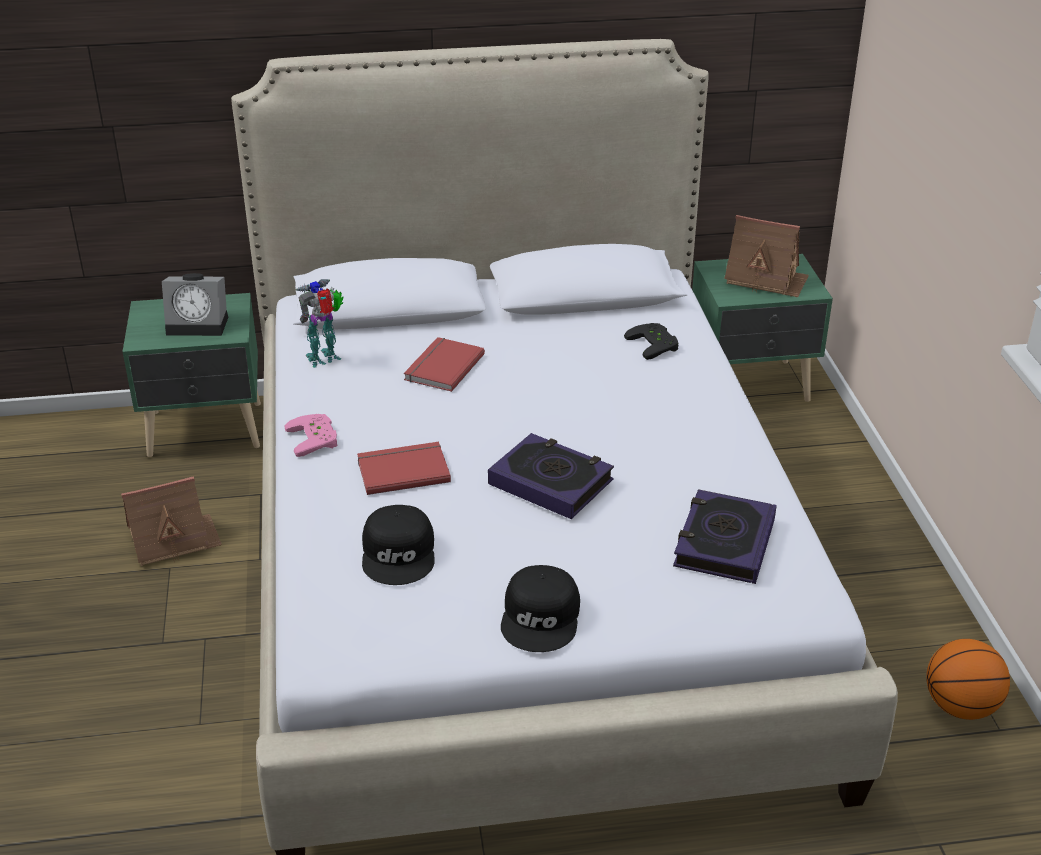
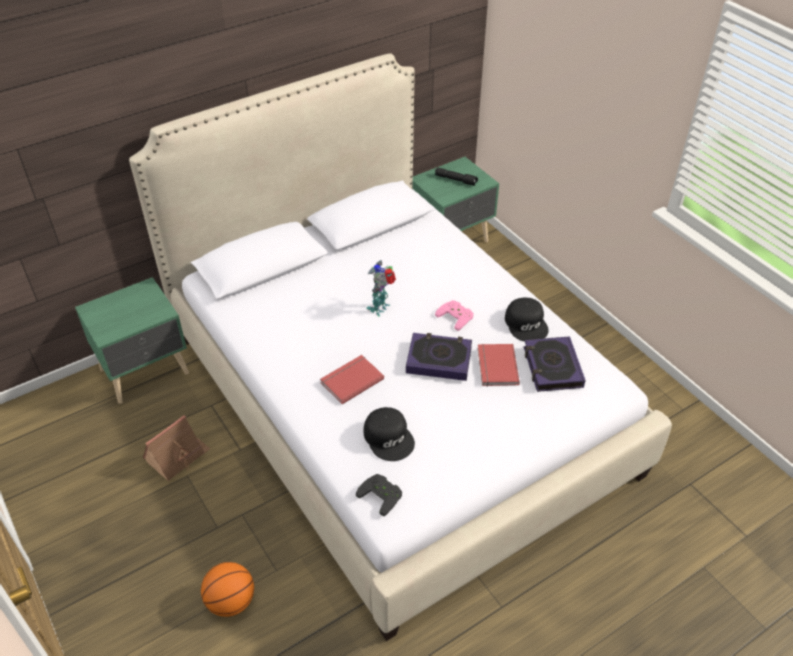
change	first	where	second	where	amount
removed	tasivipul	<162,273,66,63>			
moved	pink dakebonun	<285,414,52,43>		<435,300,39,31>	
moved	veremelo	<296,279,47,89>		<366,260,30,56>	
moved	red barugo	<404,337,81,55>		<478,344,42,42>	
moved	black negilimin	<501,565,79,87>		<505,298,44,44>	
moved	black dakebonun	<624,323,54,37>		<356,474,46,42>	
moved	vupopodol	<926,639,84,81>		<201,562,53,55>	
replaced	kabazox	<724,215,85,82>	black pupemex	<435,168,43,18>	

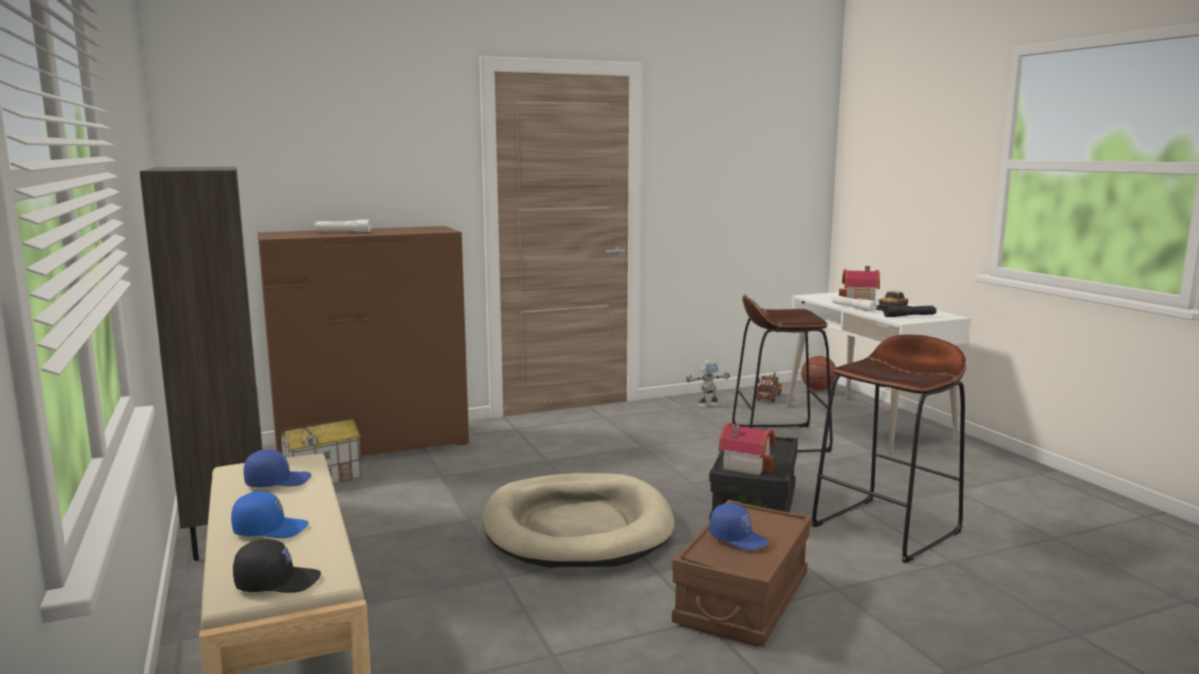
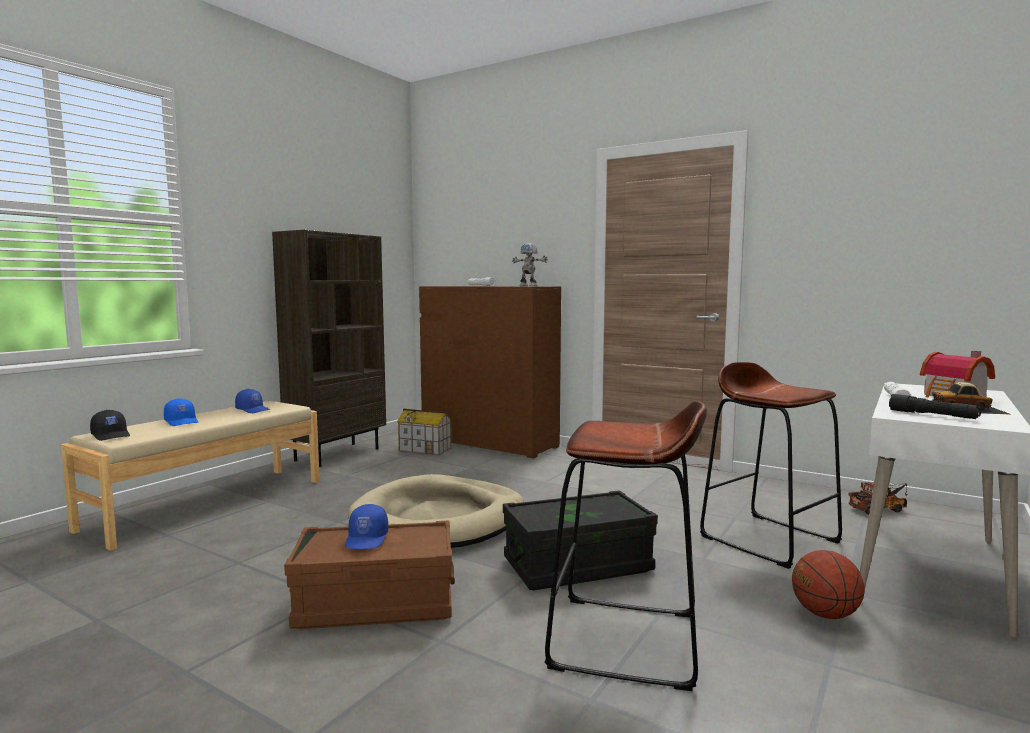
change	first	where	second	where	amount
removed	kabazox	<718,423,57,52>			
moved	veremelo	<686,360,44,48>		<512,243,36,43>	
moved	vupopodol	<801,356,35,35>		<792,550,73,69>	

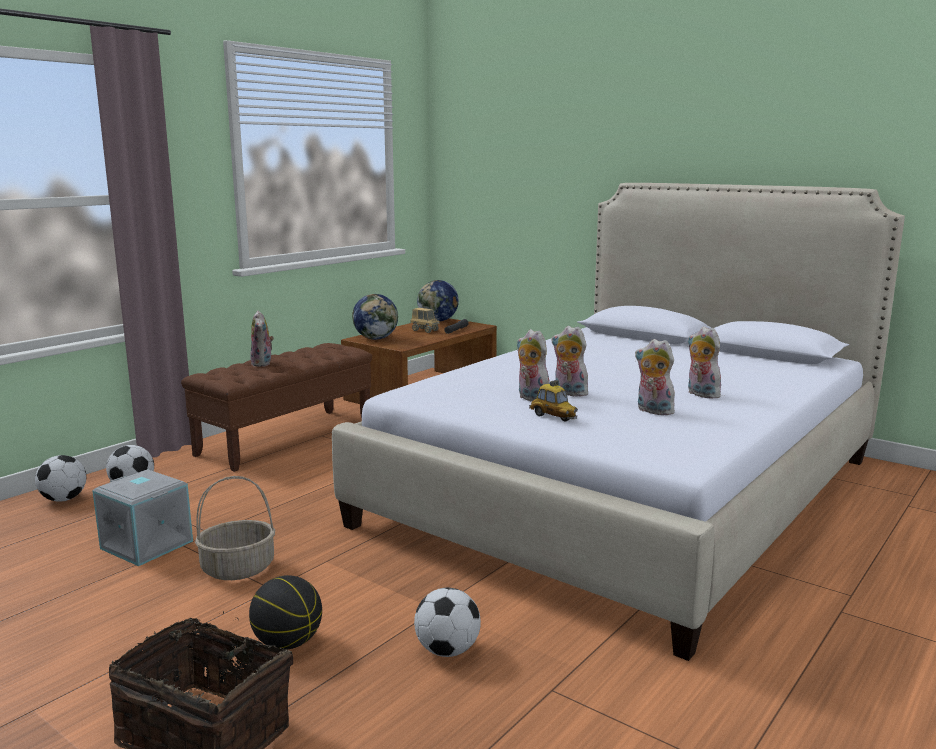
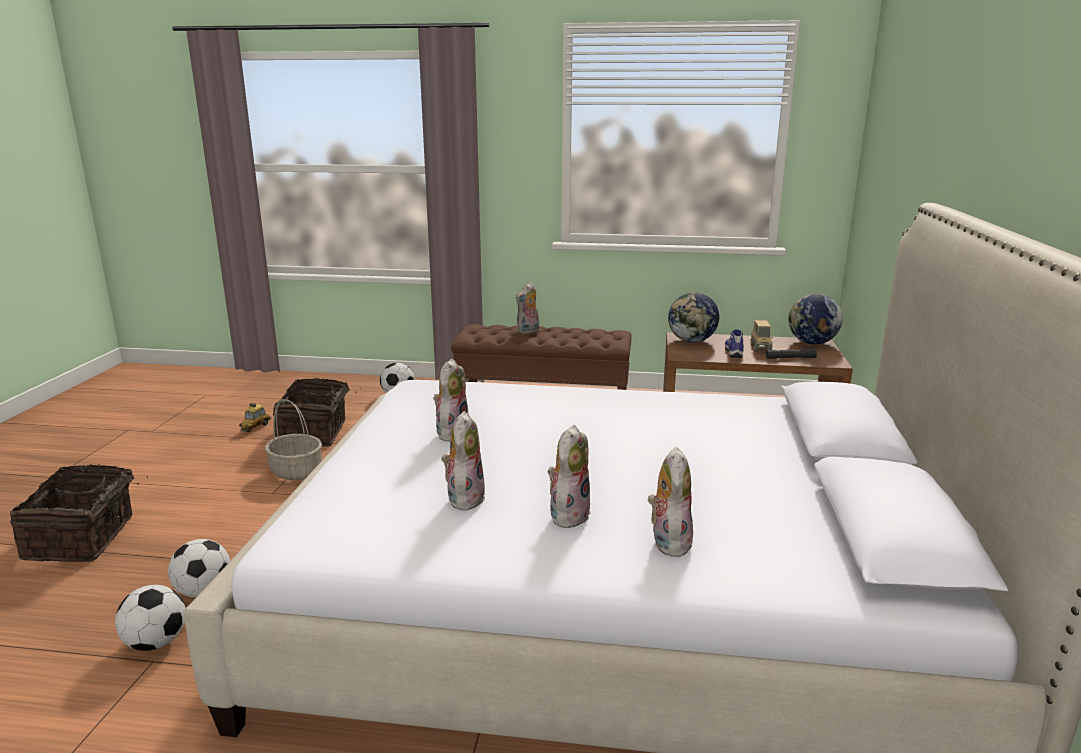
change	first	where	second	where	amount
removed	vupopodol	<249,575,73,75>			
added			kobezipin	<725,329,19,29>	
moved	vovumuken	<35,455,51,47>		<115,585,70,66>	
moved	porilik	<529,380,49,41>		<239,403,32,29>	
moved	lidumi	<551,326,37,71>		<648,447,45,110>	
replaced	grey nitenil	<92,469,101,97>	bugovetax	<273,378,88,69>	

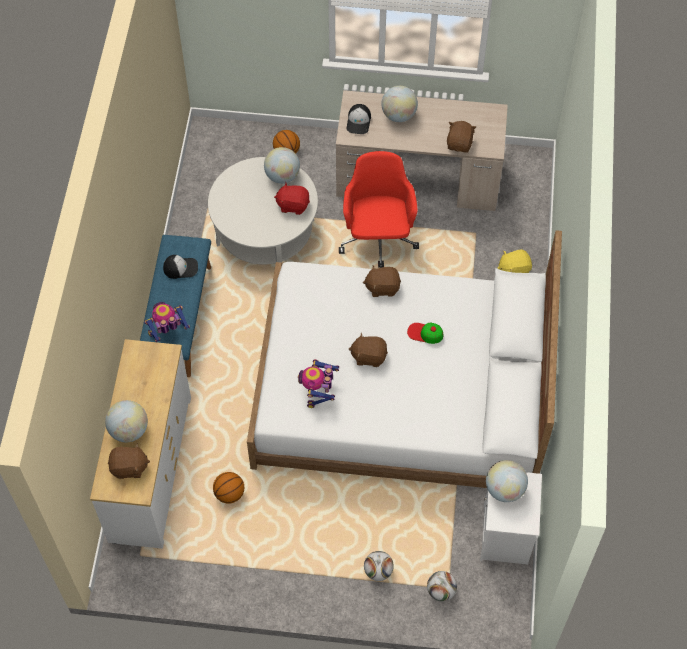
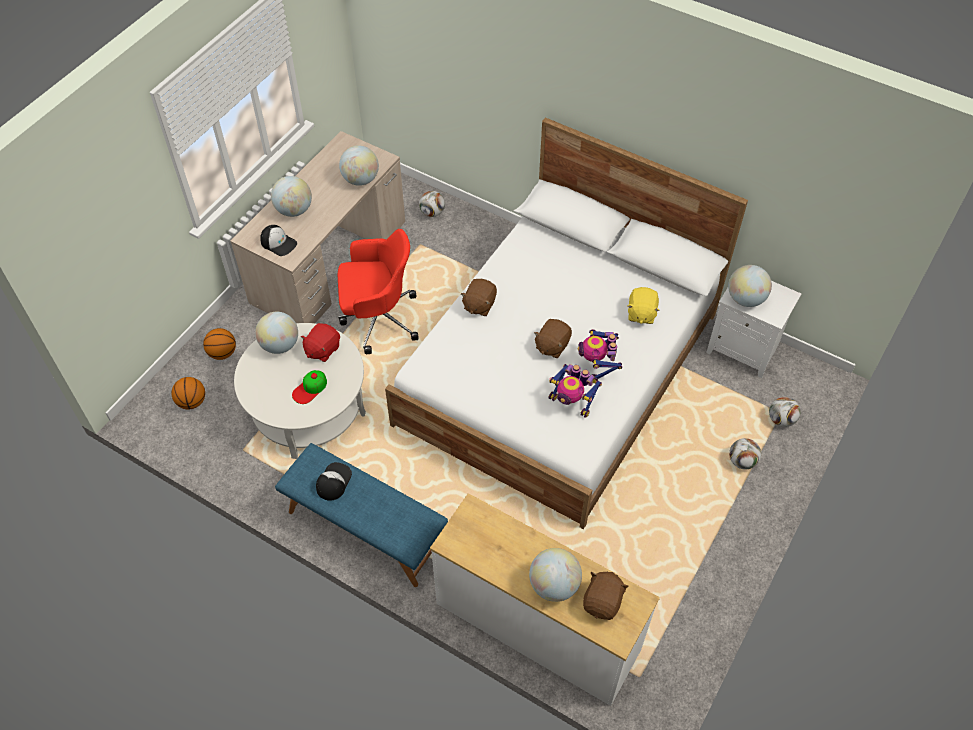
change	first	where	second	where	amount
added			vovumuken	<419,191,26,26>	
moved	veremelo	<144,302,46,40>		<577,329,45,54>	
moved	vupopodol	<213,472,31,32>		<172,377,33,33>	
moved	negilimin	<407,323,36,21>		<292,370,35,34>	
moved	yellow lidumi	<498,249,34,24>		<627,287,33,37>	
replaced	brown lidumi	<447,121,29,32>	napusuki	<339,145,40,41>	
turned	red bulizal	<339,151,80,117>		<338,229,81,125>	150 degrees clockwise

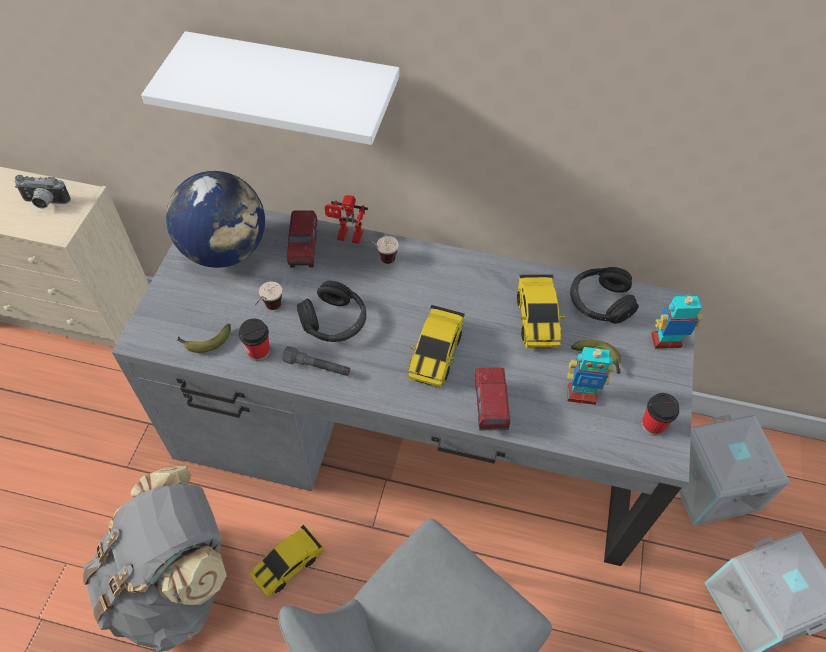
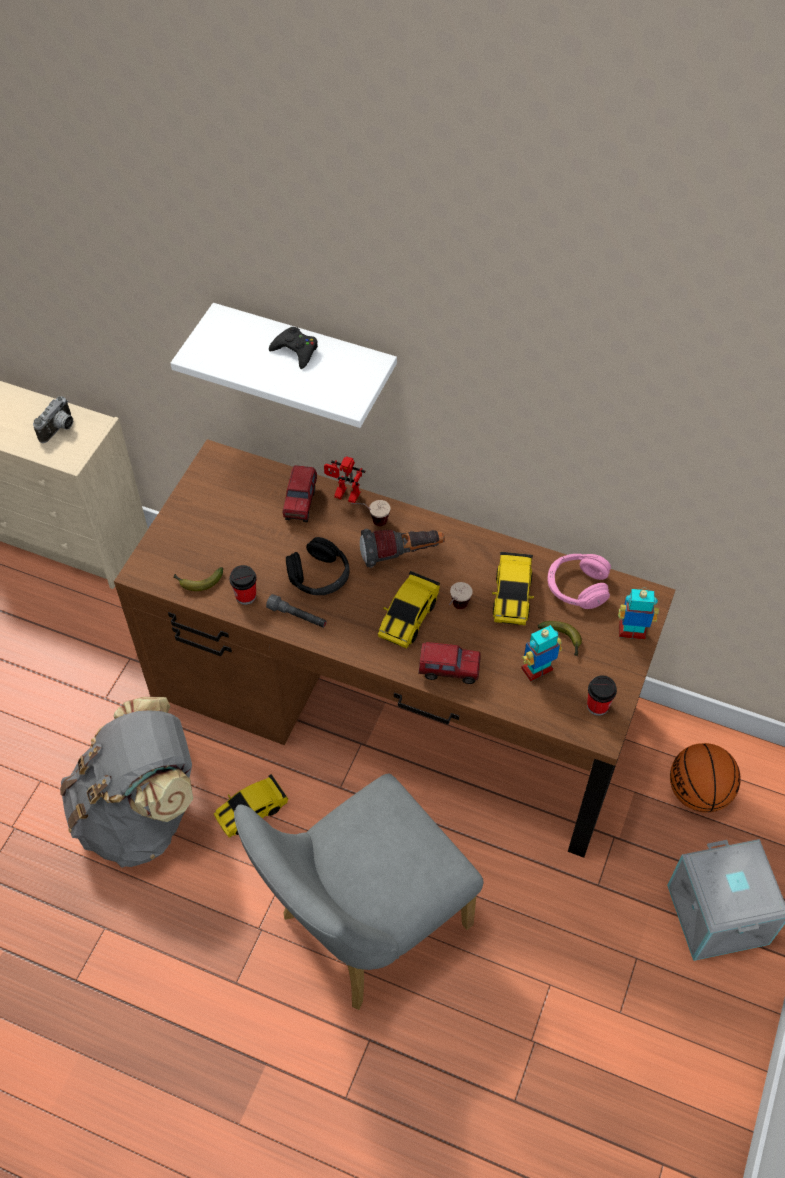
change	first	where	second	where	amount
removed	napusuki	<166,171,99,97>			
added			black dakebonun	<269,327,49,42>	
added			pupemex	<360,529,85,39>	
moved	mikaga	<255,282,27,28>		<449,582,24,27>	
replaced	grey nitenil	<679,414,111,112>	vupopodol	<670,743,71,70>	
recoloured	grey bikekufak	<112,209,583,357>	brown bikekufak	<114,439,561,419>	
recoloured	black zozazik	<570,267,69,57>	pink zozazik	<548,554,63,55>	
turned	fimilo	<15,175,56,34>		<33,396,40,47>	75 degrees counterclockwise
turned	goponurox	<475,368,35,62>		<418,642,62,42>	90 degrees clockwise
turned	veremelo	<567,346,46,59>		<521,625,41,56>	135 degrees clockwise

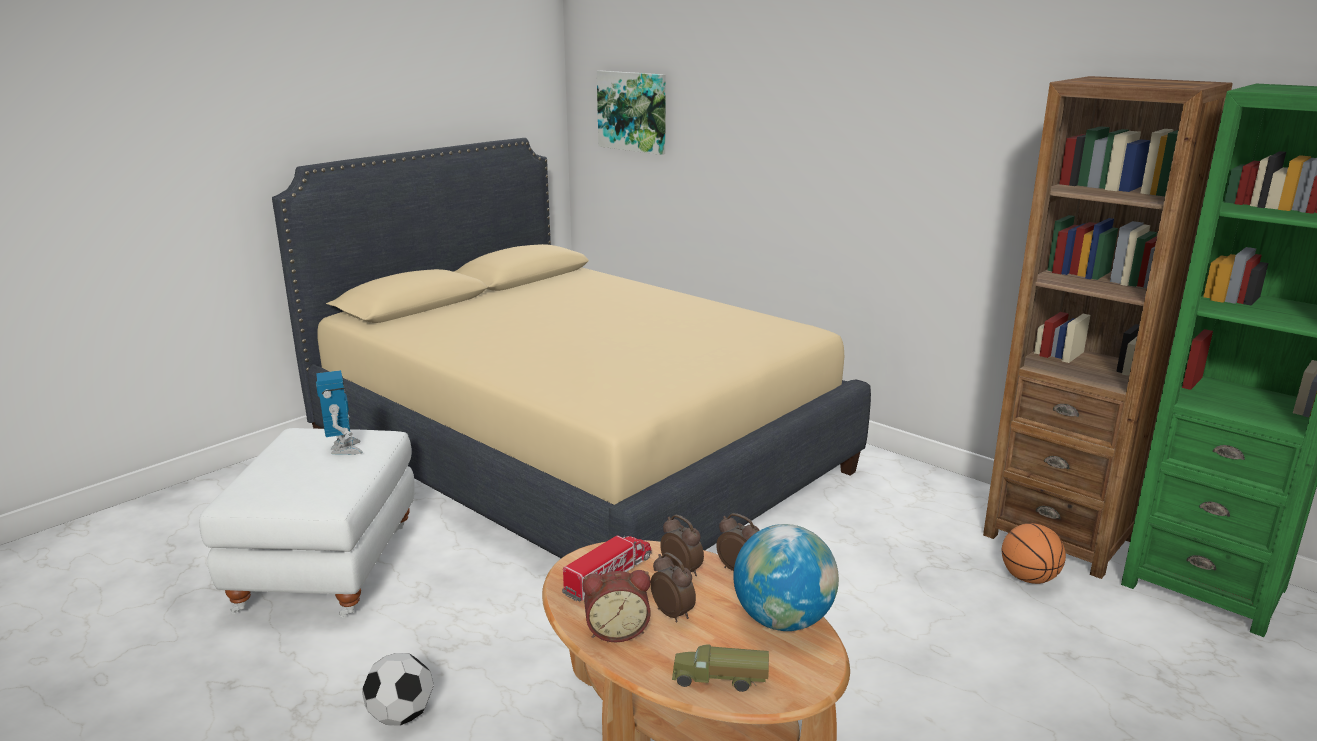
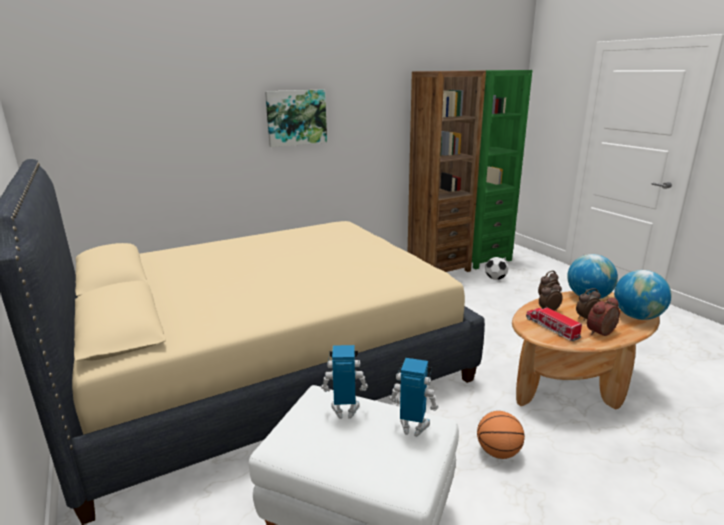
change	first	where	second	where	amount
added			veremelo	<390,358,49,79>	
moved	vovumuken	<362,653,72,73>		<485,257,23,23>	
moved	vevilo	<597,71,69,84>		<265,89,62,58>	
moved	vupopodol	<1002,523,64,61>		<477,411,48,48>	
replaced	goponurox	<672,644,97,48>	napusuki	<614,270,58,50>	
turned	tasivipul	<583,570,68,72>		<587,297,33,39>	135 degrees counterclockwise

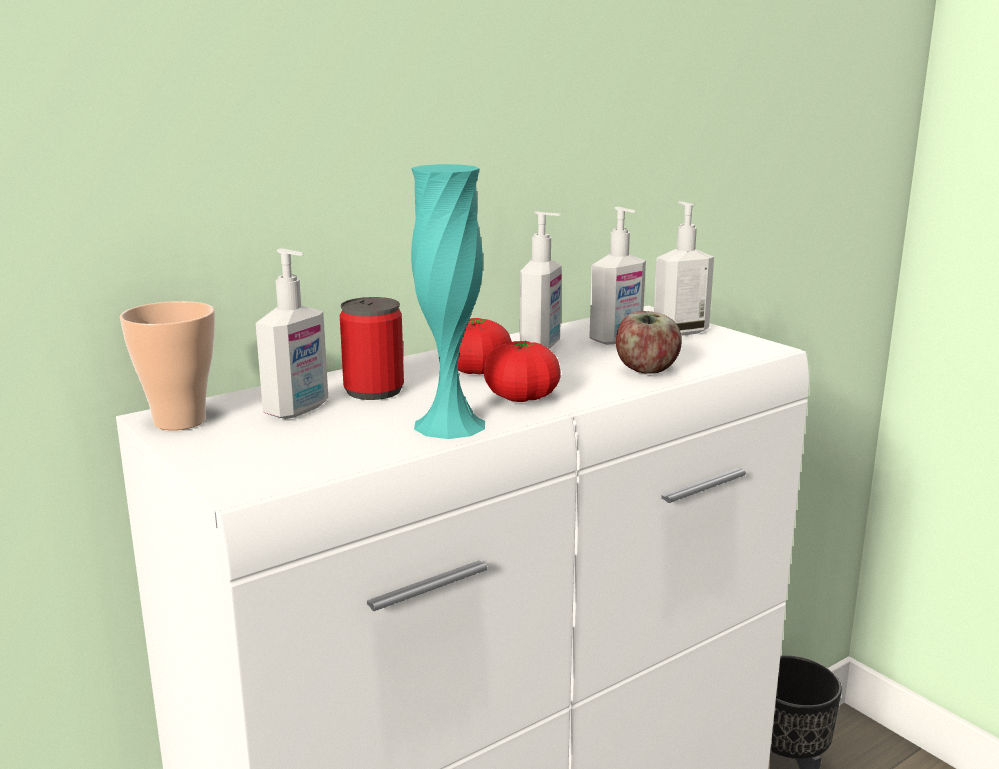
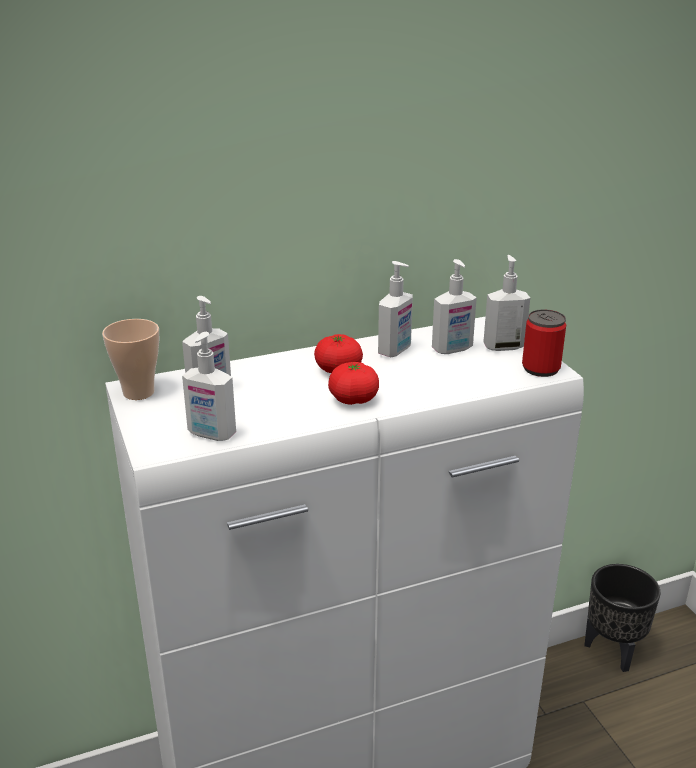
change	first	where	second	where	amount
removed	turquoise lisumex	<411,164,74,275>			
removed	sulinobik	<616,311,66,63>			
added			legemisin	<182,332,54,109>	
moved	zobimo	<340,297,64,103>		<522,309,44,68>	

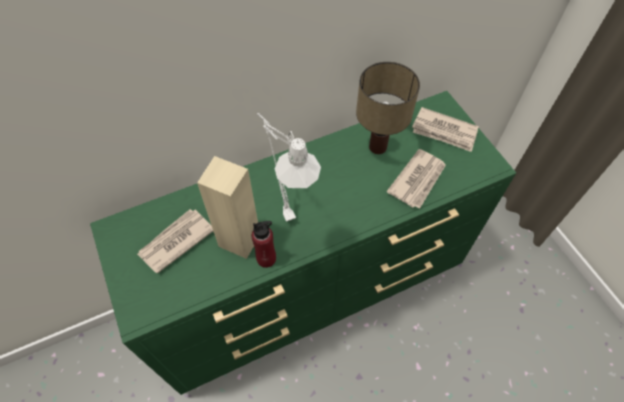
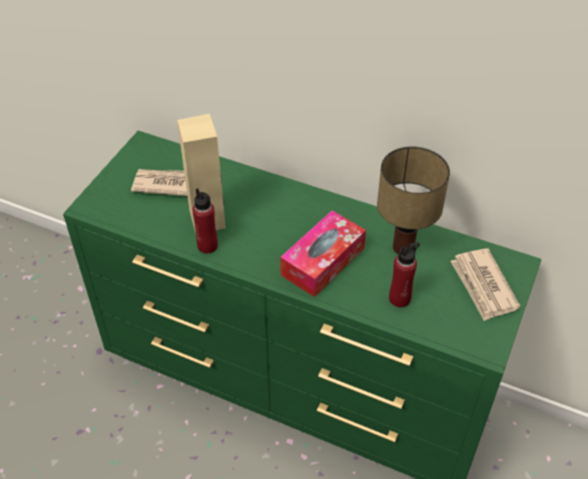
change	first	where	second	where	amount
removed	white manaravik	<257,113,64,109>			
added			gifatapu	<280,210,86,87>	
replaced	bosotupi	<387,149,59,60>	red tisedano	<389,242,31,65>	

